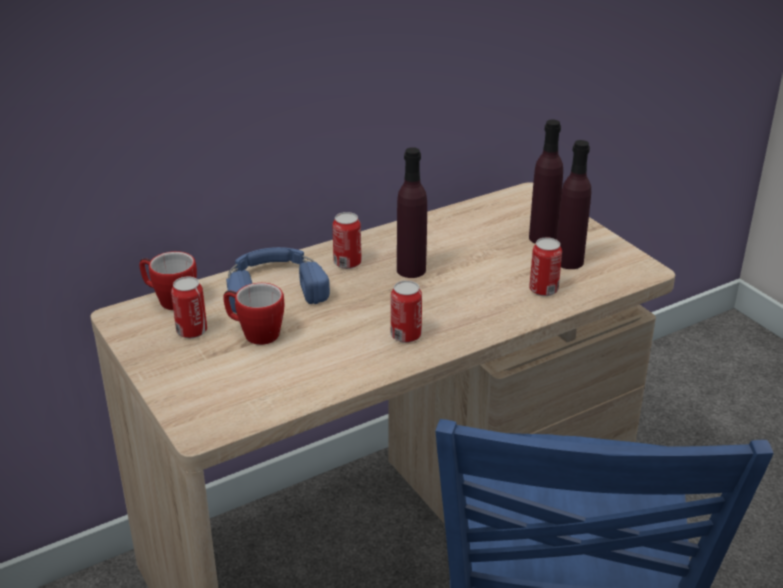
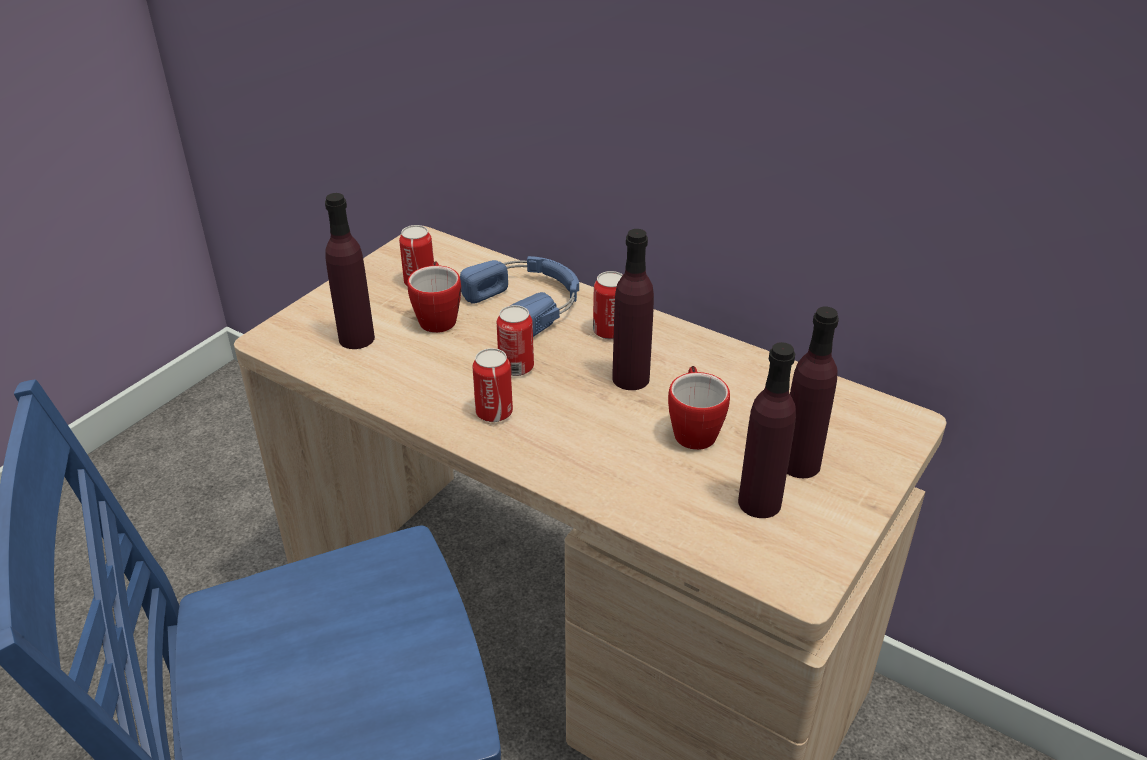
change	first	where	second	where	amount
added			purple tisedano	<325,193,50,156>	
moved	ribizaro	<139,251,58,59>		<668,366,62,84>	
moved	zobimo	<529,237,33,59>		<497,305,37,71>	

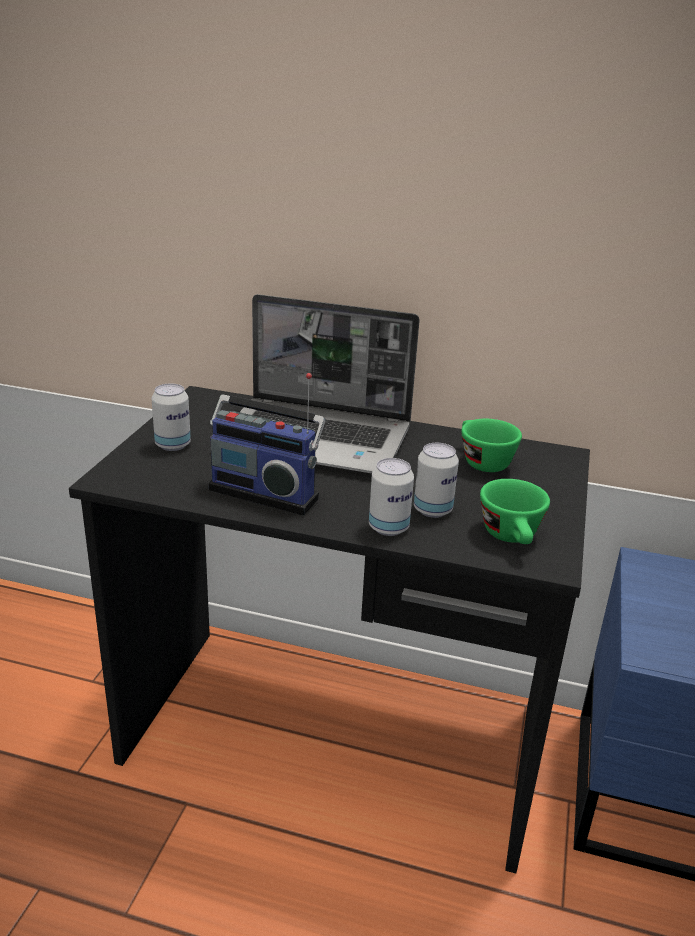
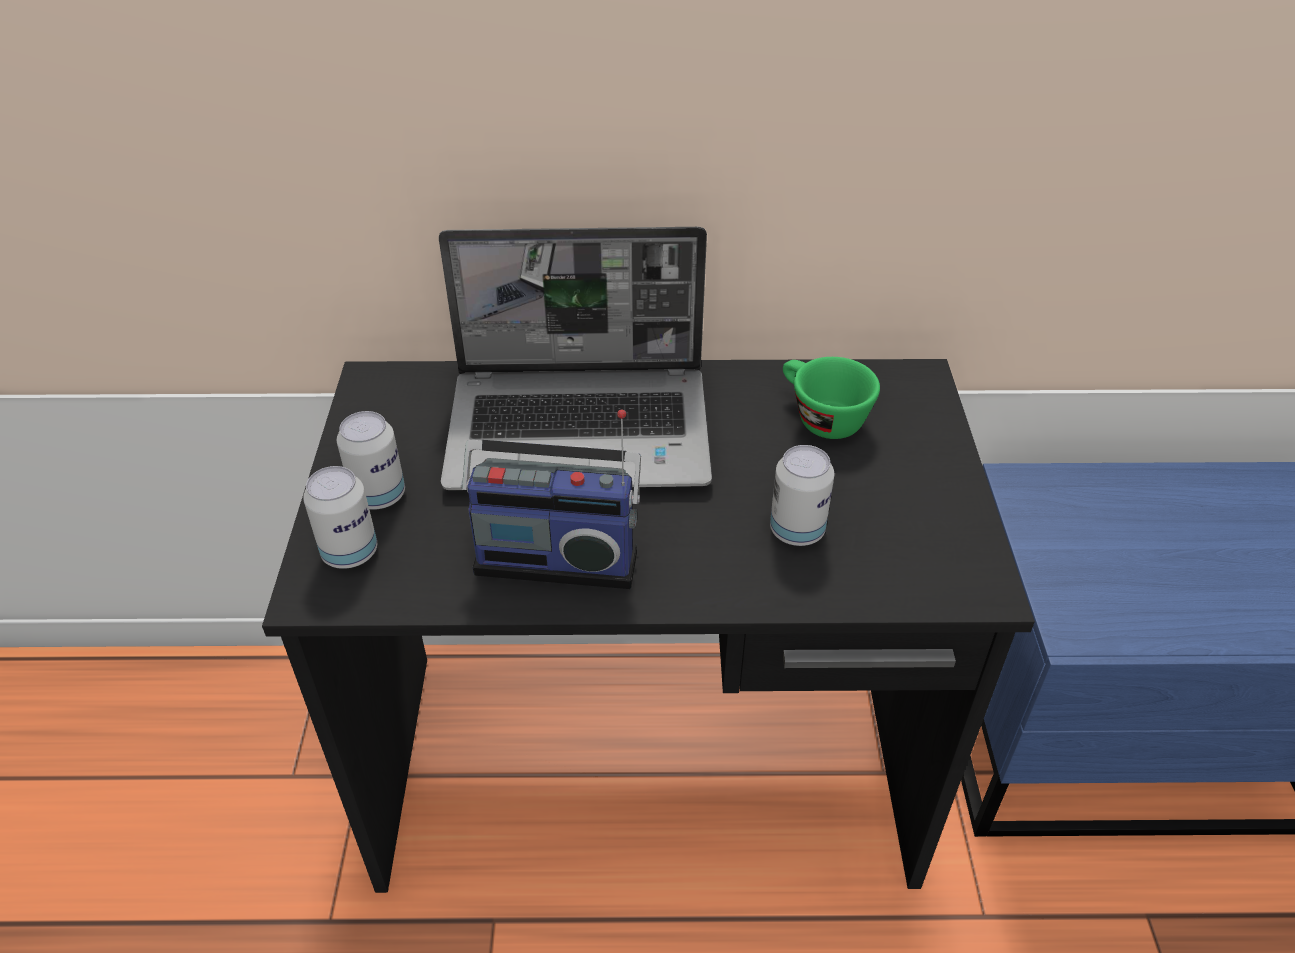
change	first	where	second	where	amount
removed	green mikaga	<480,479,70,65>			
moved	zobimo	<369,458,45,78>		<303,466,74,103>	

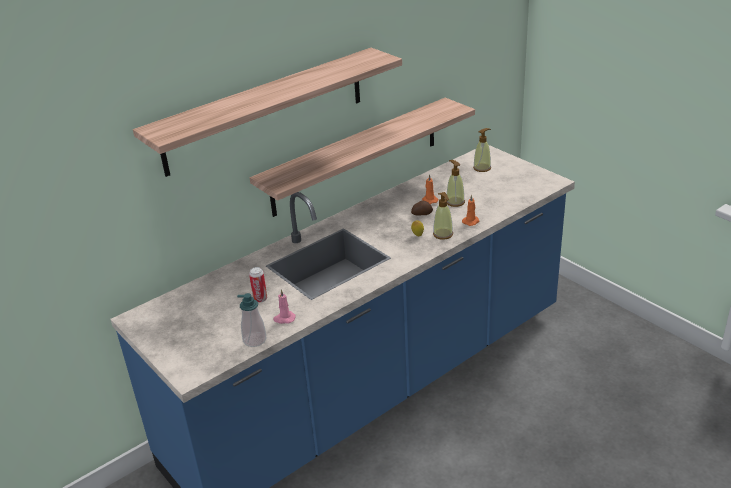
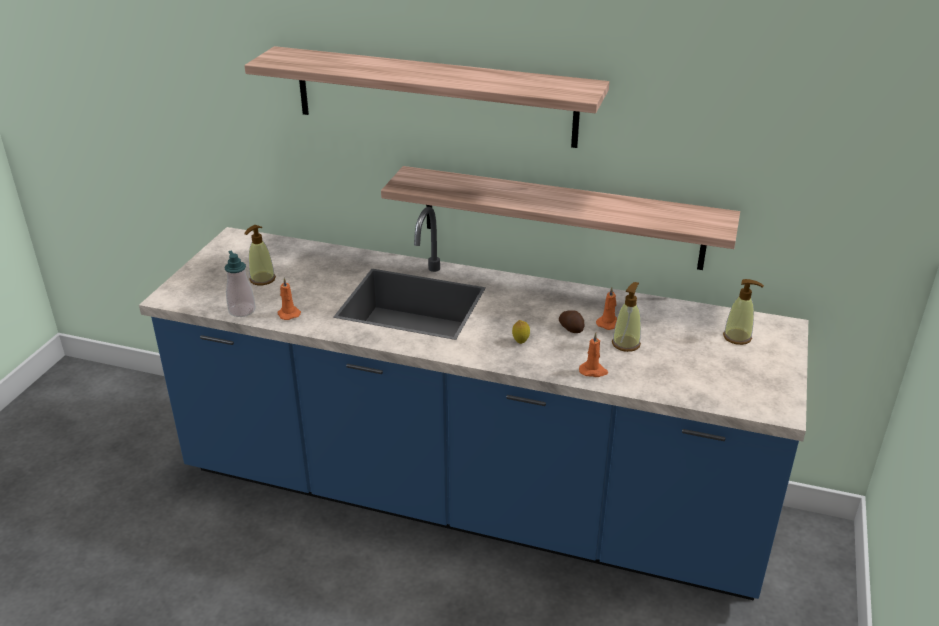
change	first	where	second	where	amount
removed	zobimo	<249,267,18,36>			
moved	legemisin	<433,192,20,48>		<244,225,32,60>	
recoloured	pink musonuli	<273,289,23,35>	orange musonuli	<277,278,24,42>	

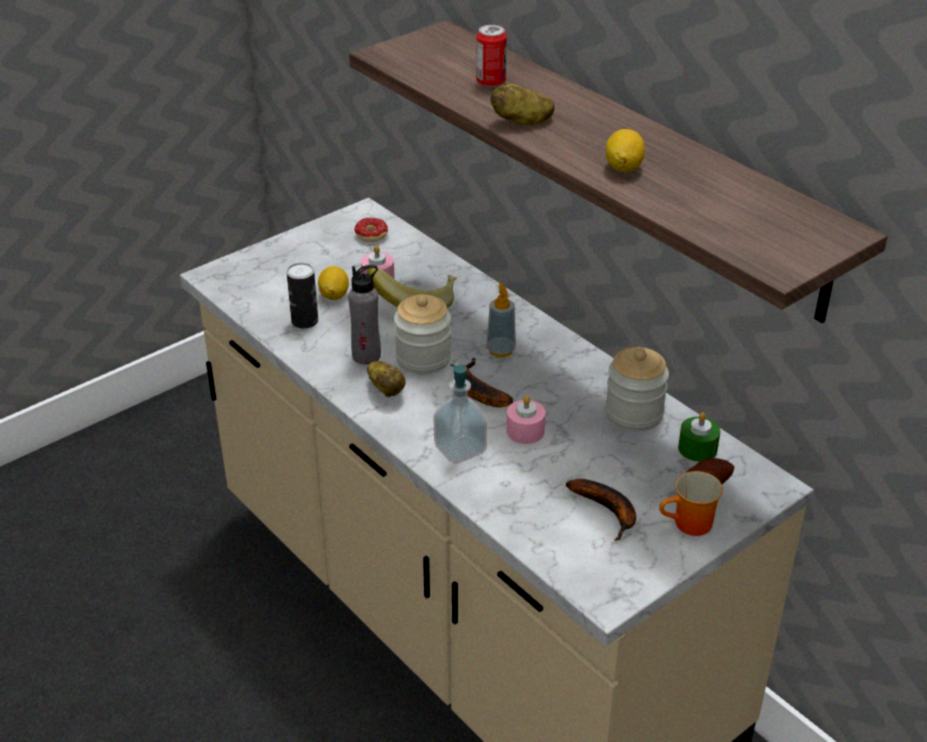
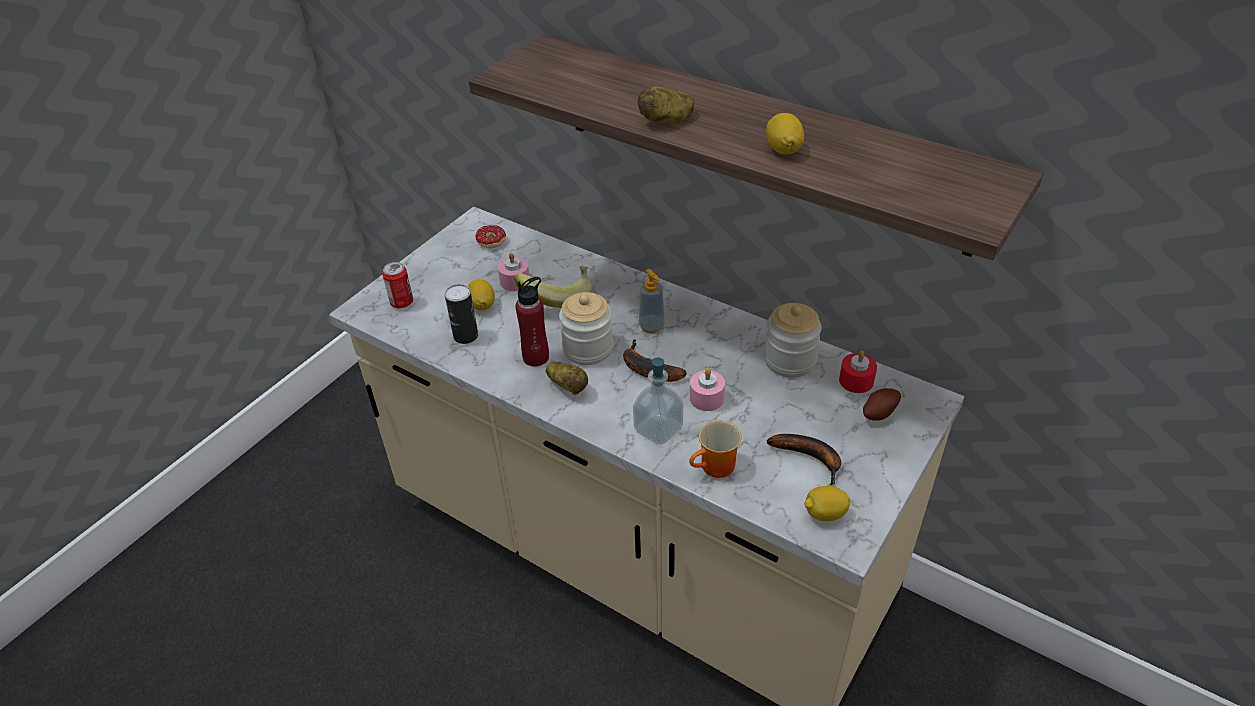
change	first	where	second	where	amount
added			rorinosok	<805,486,45,35>	
moved	zobimo	<476,25,31,62>		<382,262,31,46>	
moved	ribizaro	<659,471,64,65>		<689,420,52,58>	
recoloured	grey tisedano	<348,265,33,99>	red tisedano	<515,277,34,90>	
recoloured	green musonuli	<678,412,42,50>	red musonuli	<839,351,38,42>	

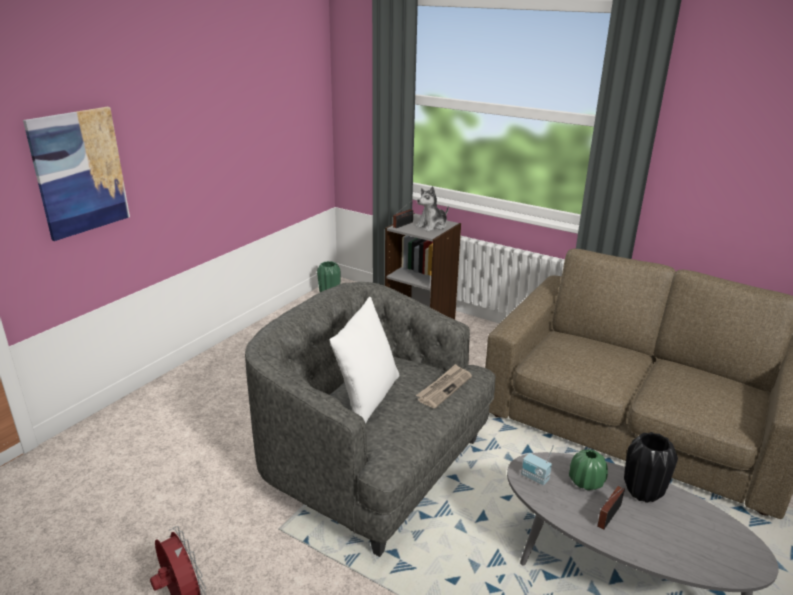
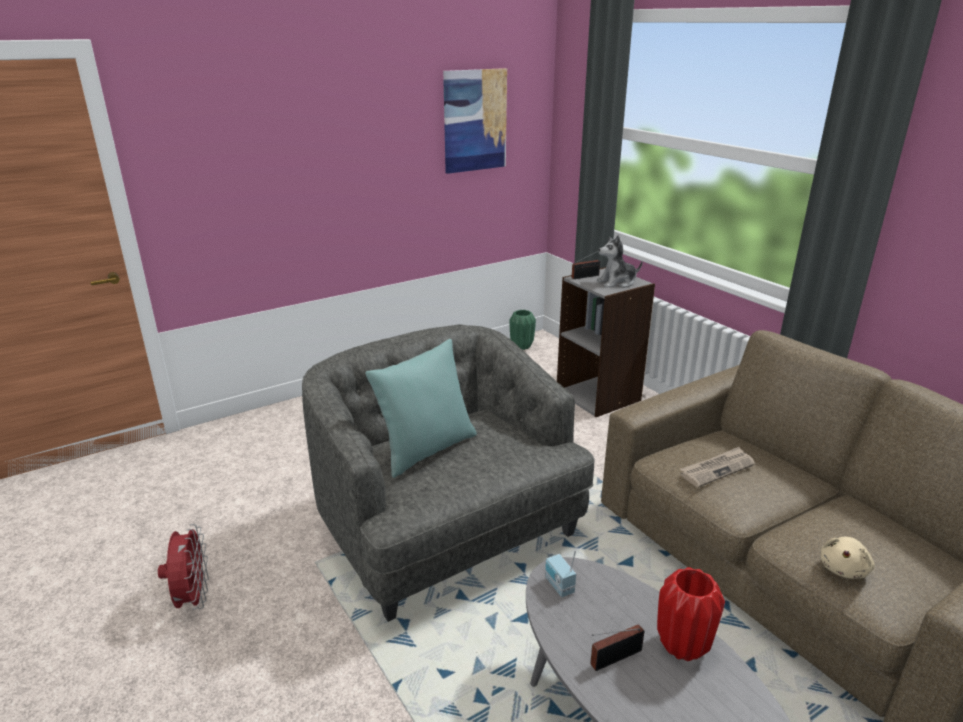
change	first	where	second	where	amount
removed	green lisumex	<569,449,39,41>			
added			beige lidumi	<821,537,54,42>	
moved	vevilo	<23,107,107,134>		<443,68,64,106>	
moved	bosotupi	<416,364,56,44>		<680,447,75,41>	
recoloured	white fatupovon	<330,297,69,127>	turquoise fatupovon	<365,339,112,139>	
recoloured	black lisumex	<624,432,54,71>	red lisumex	<657,567,68,94>	

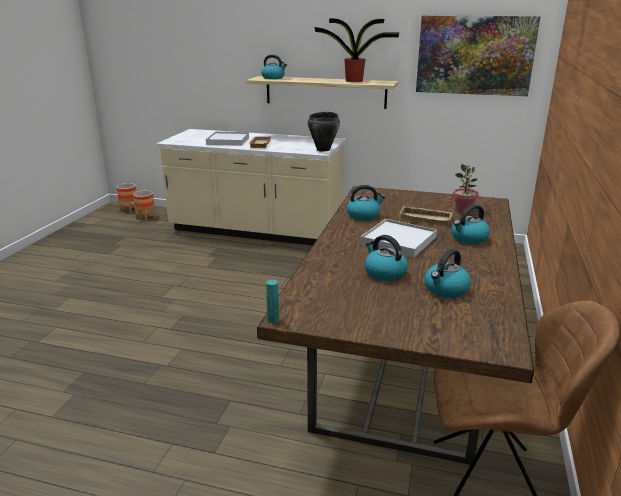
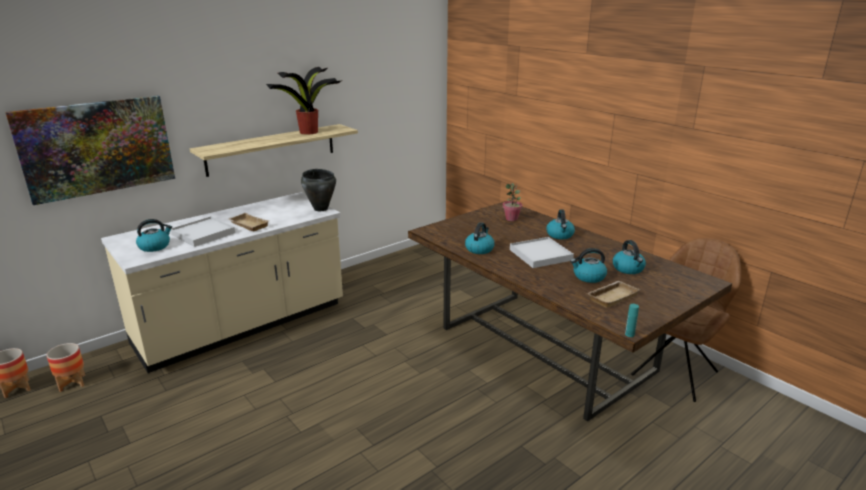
change	first	where	second	where	amount
moved	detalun	<261,55,26,24>		<136,219,36,33>	
moved	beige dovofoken	<400,206,52,20>		<587,281,53,27>	
moved	vevilo	<416,16,125,80>		<5,96,170,109>	

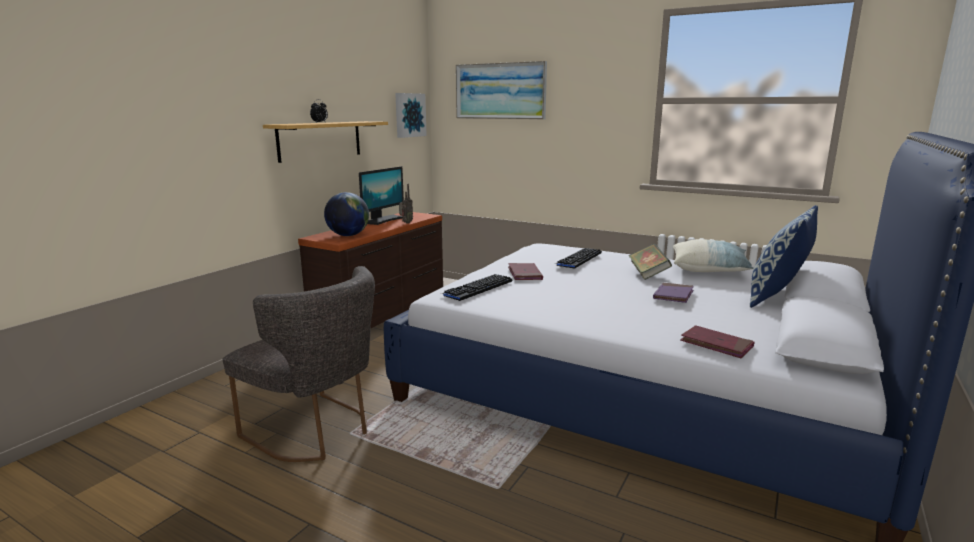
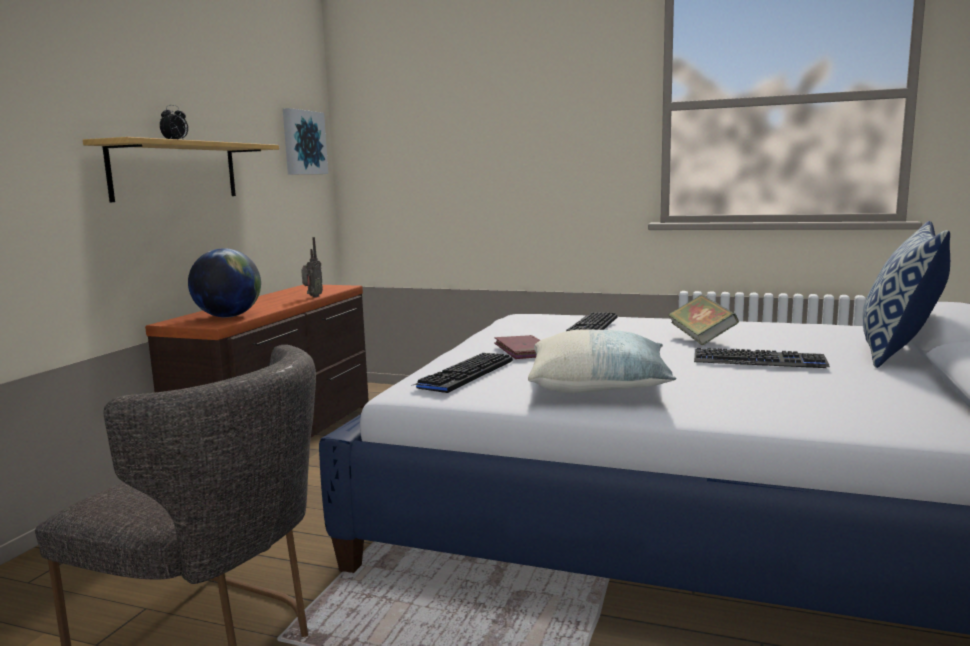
change	first	where	second	where	amount
removed	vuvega	<359,166,45,59>			
removed	vevilo	<456,61,91,58>			
removed	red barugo	<680,325,75,33>			
moved	fatupovon	<673,239,81,33>		<528,330,148,63>	
replaced	purple barugo	<653,283,41,20>	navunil	<694,347,136,21>	

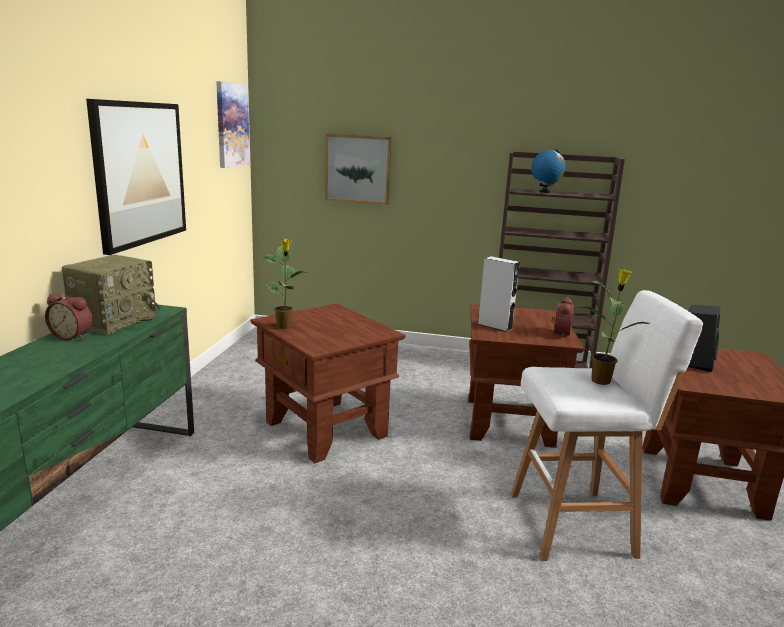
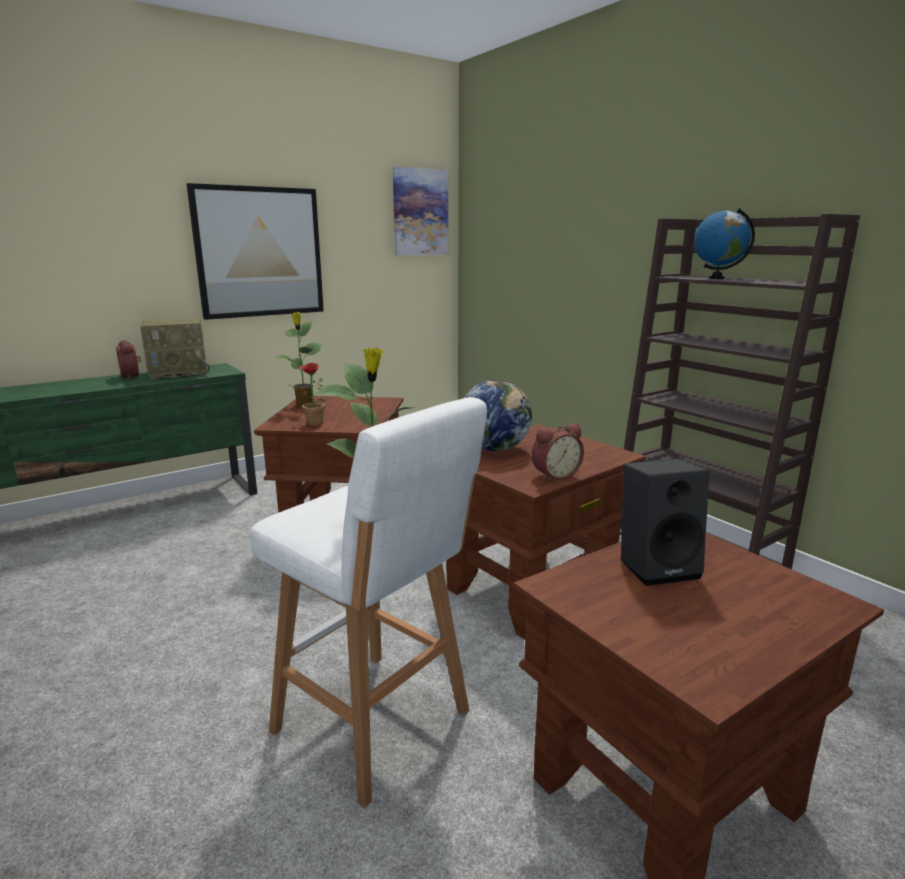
change	first	where	second	where	amount
removed	vevilo	<325,134,67,71>			
added			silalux	<288,363,37,63>	
replaced	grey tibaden	<478,256,42,76>	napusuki	<465,380,67,71>	

